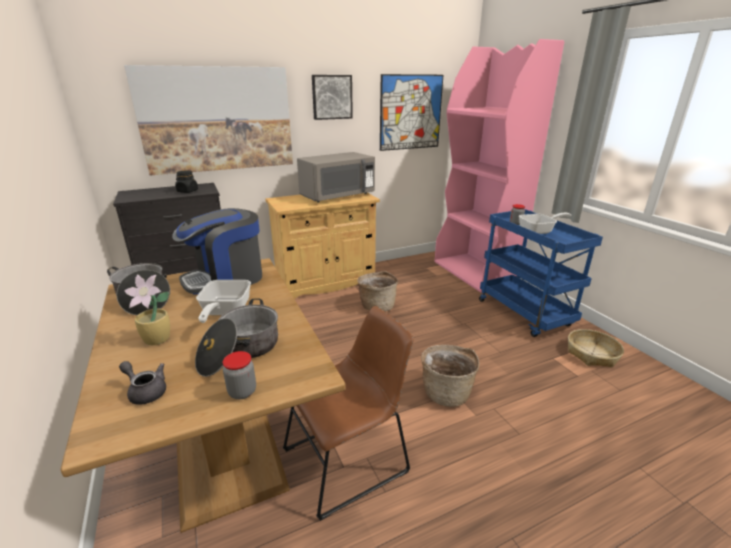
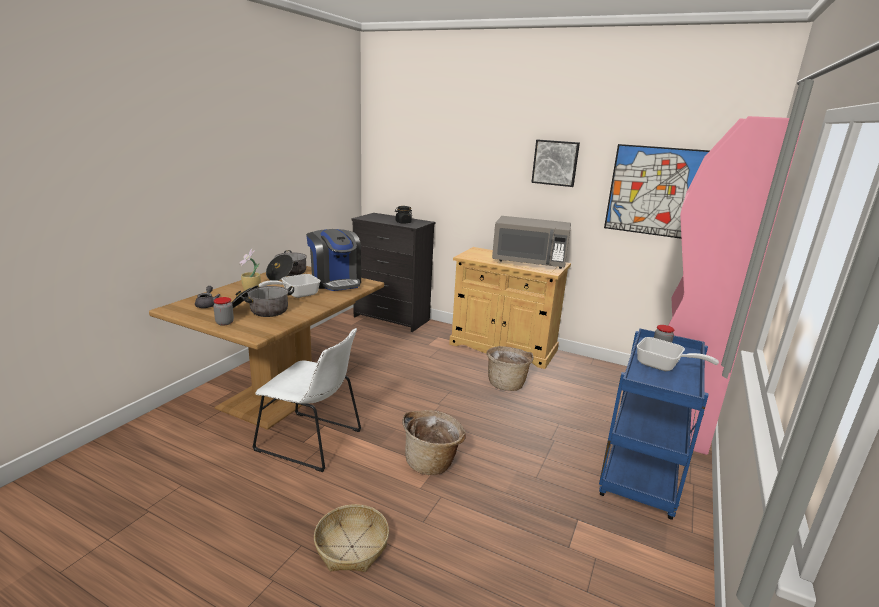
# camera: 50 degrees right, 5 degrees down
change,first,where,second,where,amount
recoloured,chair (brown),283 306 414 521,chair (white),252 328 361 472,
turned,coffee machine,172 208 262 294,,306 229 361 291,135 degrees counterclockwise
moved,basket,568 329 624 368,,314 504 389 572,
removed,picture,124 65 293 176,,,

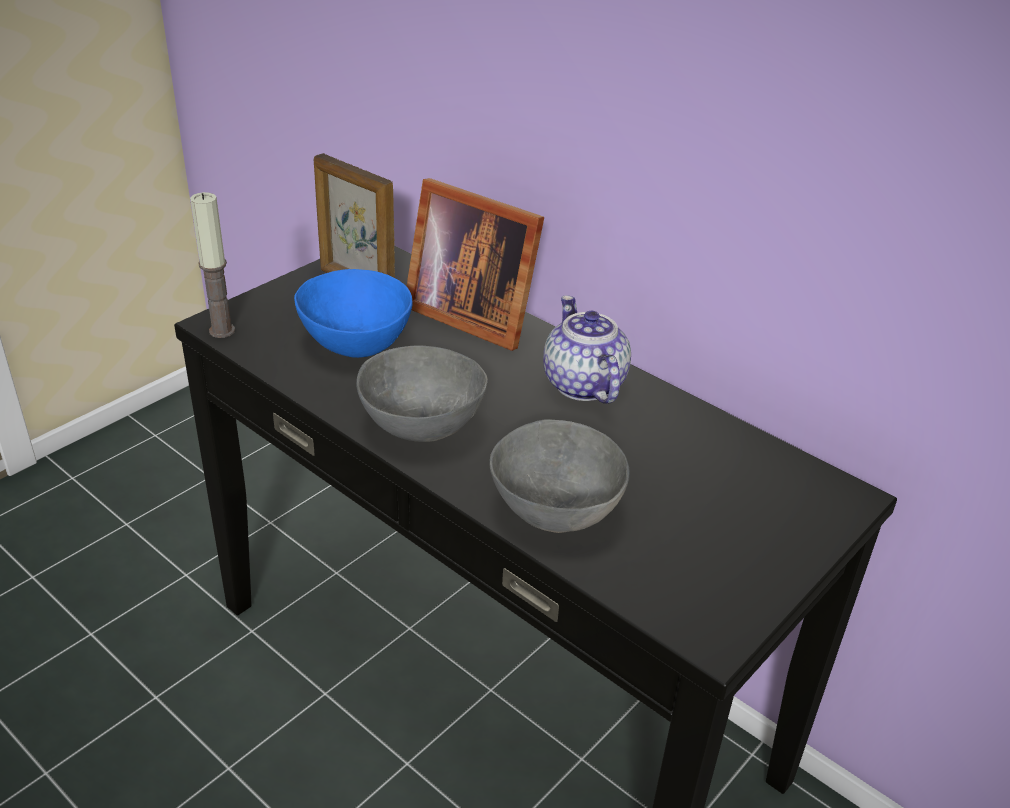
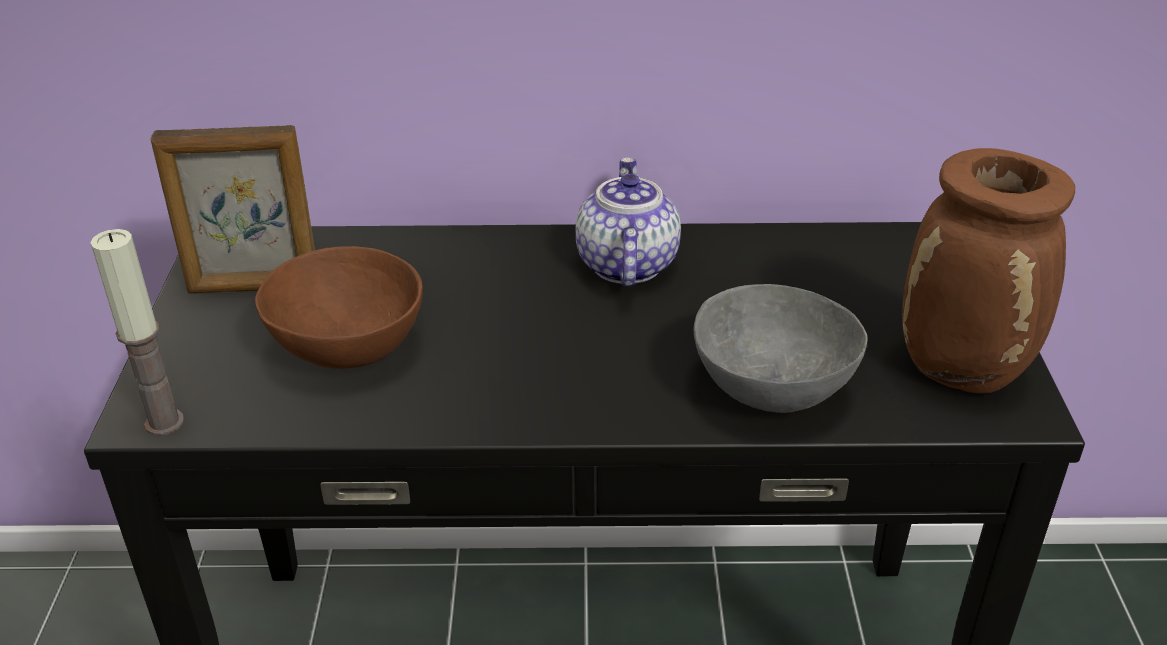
# camera: 40 degrees left, 0 degrees up
change,first,where,second,where,amount
recoloured,bowl (blue),294 269 412 358,bowl (brown),255 246 423 369,
turned,teapot,543 295 631 404,,575 157 681 287,60 degrees clockwise
added,,,vase (brown),902 148 1075 394,
removed,bowl (grey),356 346 488 442,,,
removed,picture frame,407 178 544 351,,,

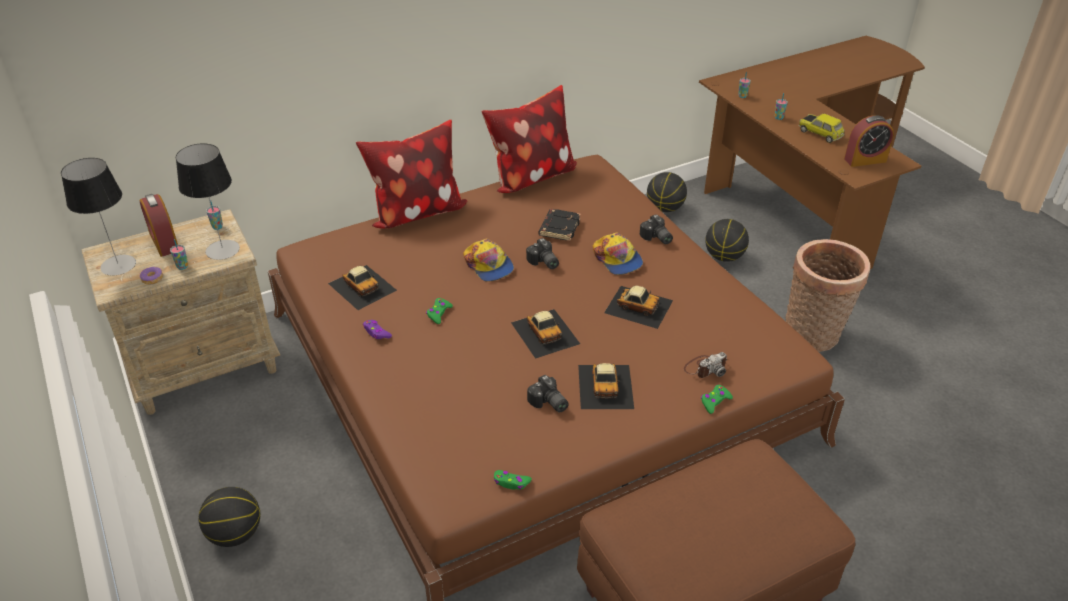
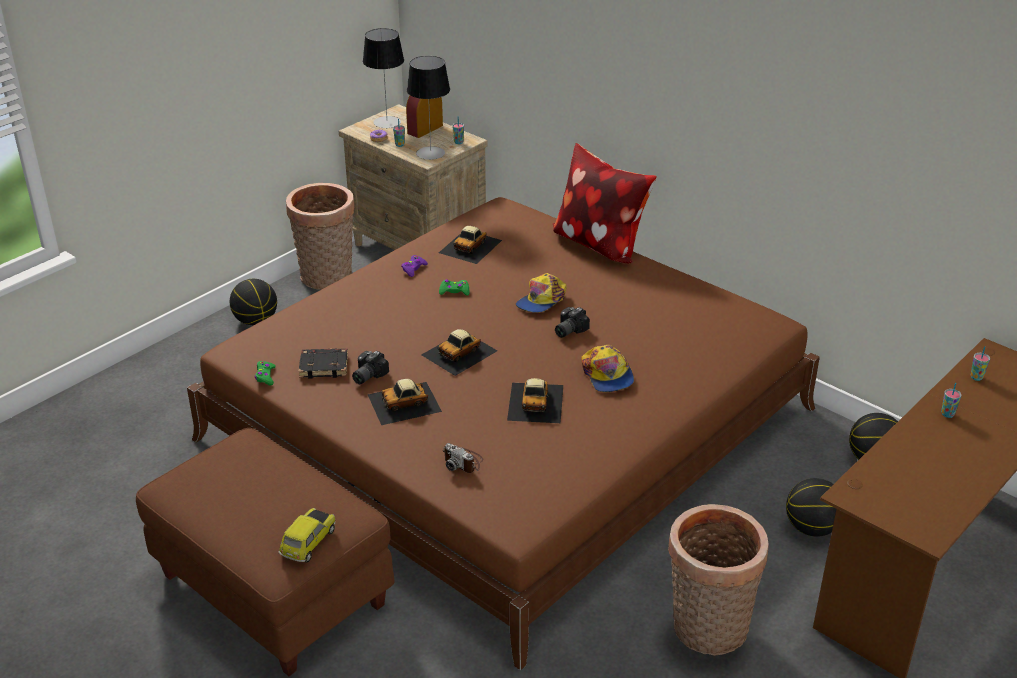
# camera: 70 degrees right, 5 degrees down
change,first,where,second,where,amount
moved,toy car,799 114 845 143,,279 508 335 563,
added,,,basket,286 183 355 290,
moved,book (black),539 209 581 241,,298 348 348 378,
turned,cap,593 232 643 275,,581 345 634 392,60 degrees counterclockwise
removed,pillow,481 85 577 193,,,
removed,photo camera,640 214 673 244,,,
removed,game controller (green),701 385 733 414,,,
removed,alarm clock,844 116 894 167,,,

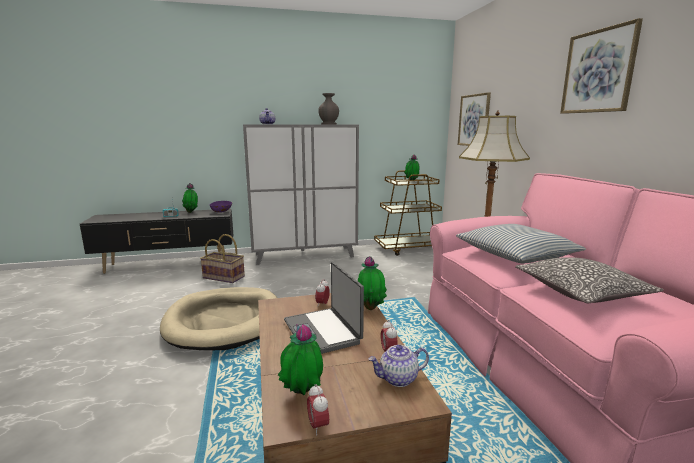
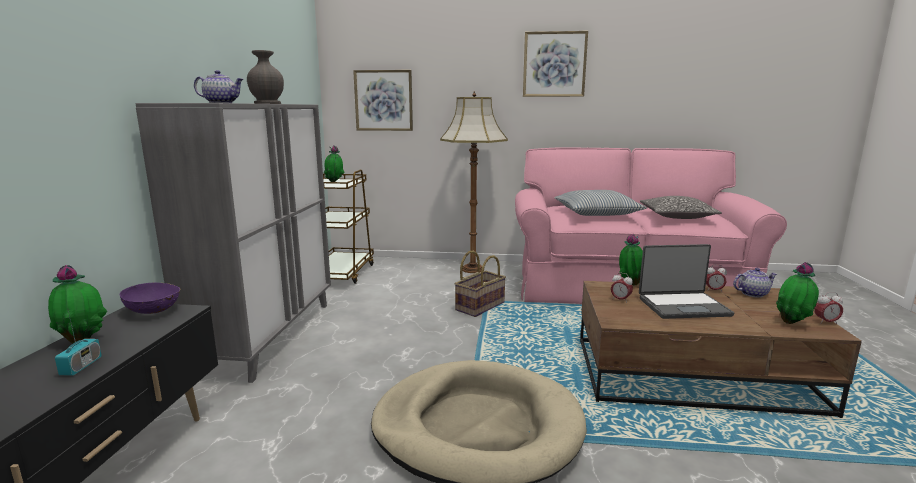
# camera: 70 degrees left, 0 degrees up
change,first,where,second,where,amount
moved,basket,200 234 245 283,,454 250 506 317,
turned,teapot,368 344 429 387,,733 268 777 298,105 degrees counterclockwise

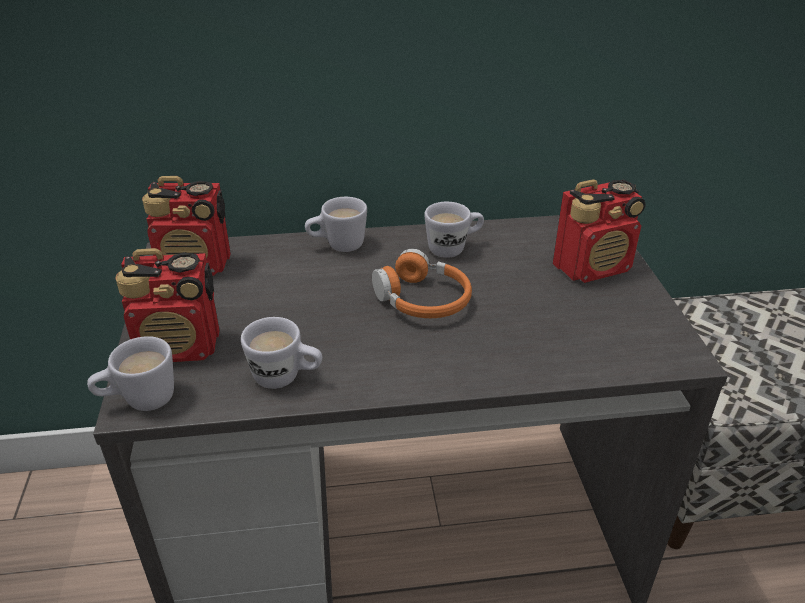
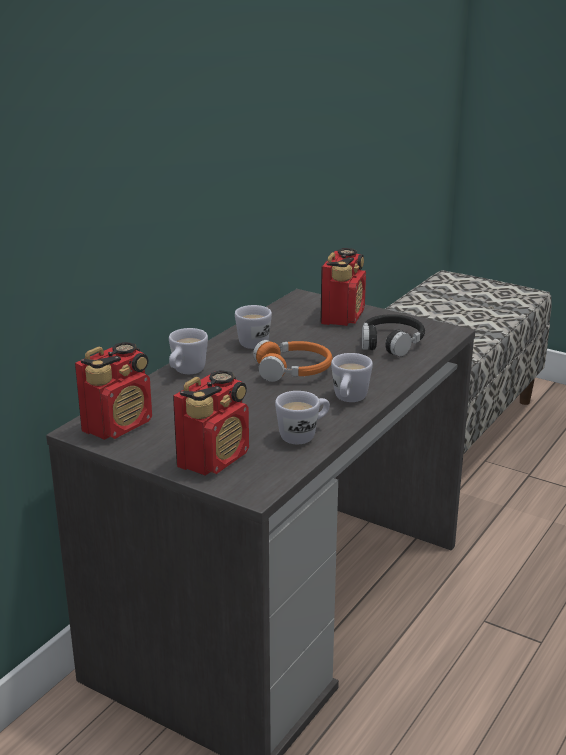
# camera: 50 degrees left, 10 degrees down
change,first,where,second,where,amount
moved,mug (white),87 336 174 411,,331 353 373 402,
added,,,headphones (black),362 314 425 357,

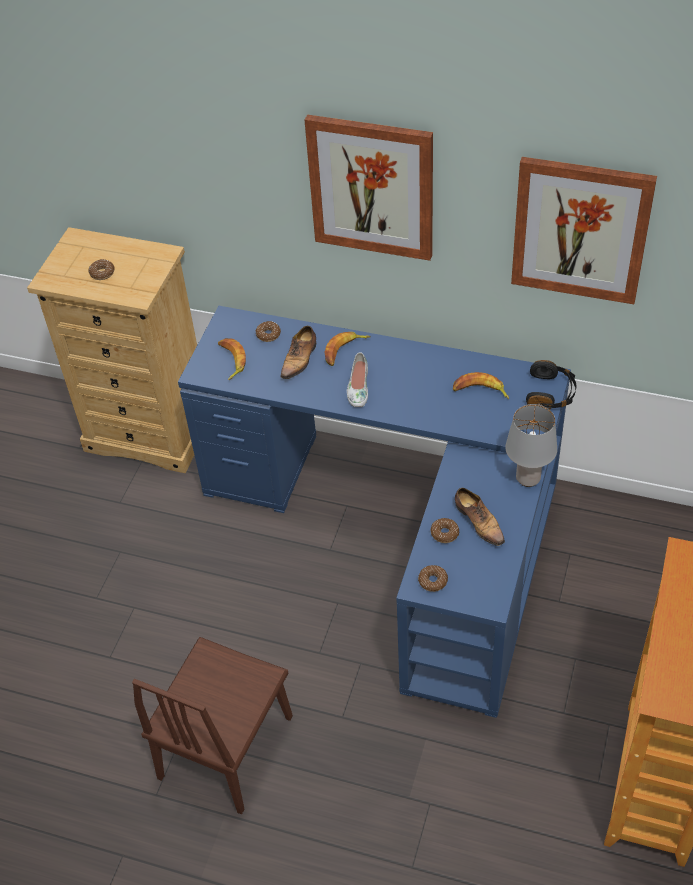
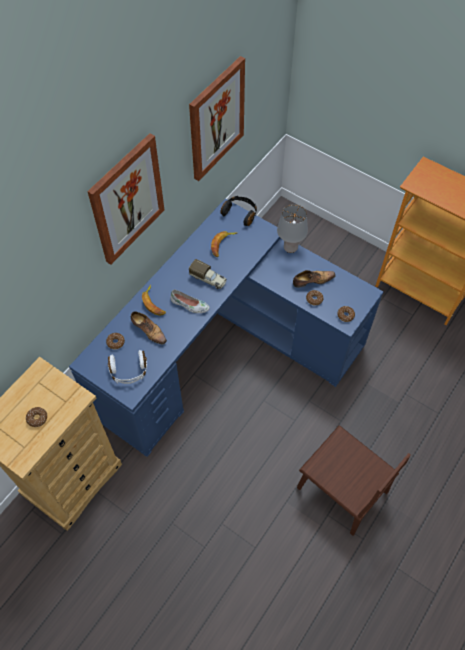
# camera: 75 degrees left, 10 degrees up
change,first,where,second,where,amount
replaced,banana,218 338 246 380,headphones (white),108 350 147 384,
added,,,toy truck,189 259 227 289,

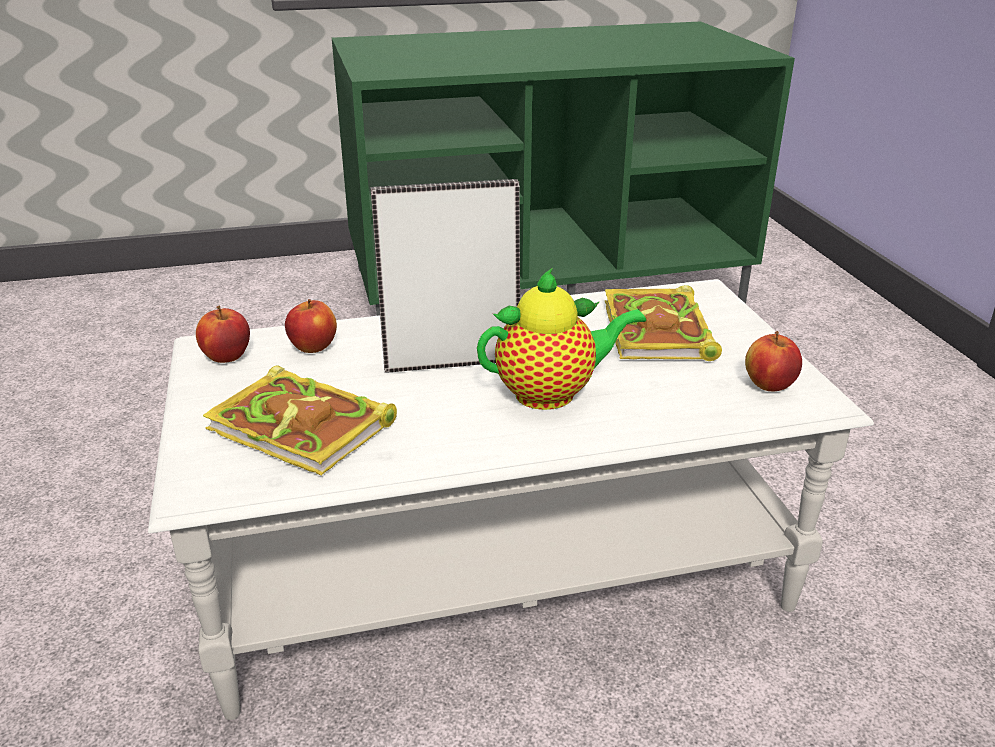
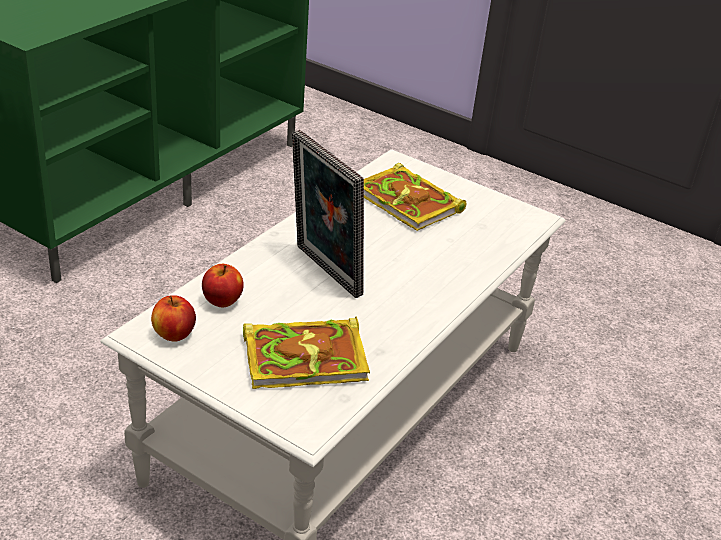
# camera: 45 degrees left, 5 degrees up
change,first,where,second,where,amount
turned,picture frame,370 179 520 372,,292 130 364 298,75 degrees counterclockwise
removed,teapot,477 269 646 410,,,
removed,apple,745 331 802 391,,,

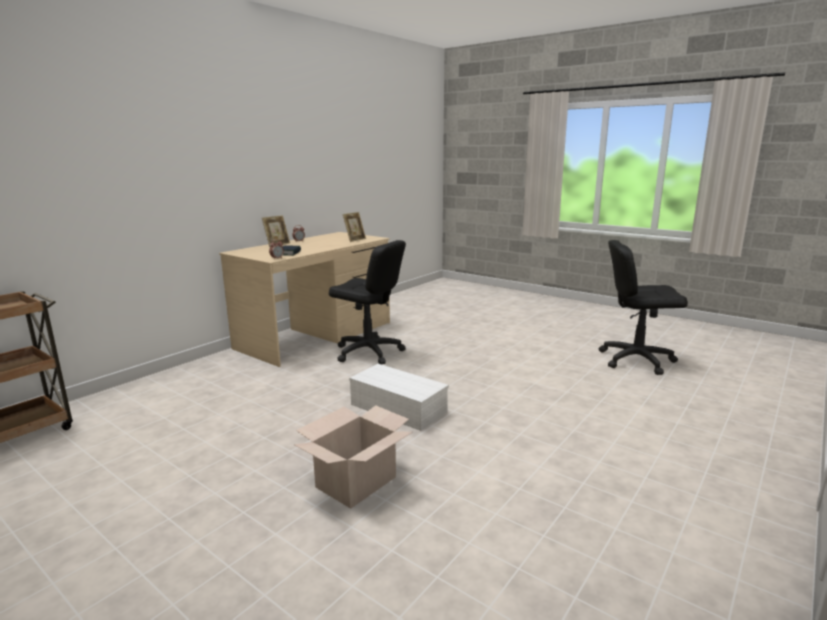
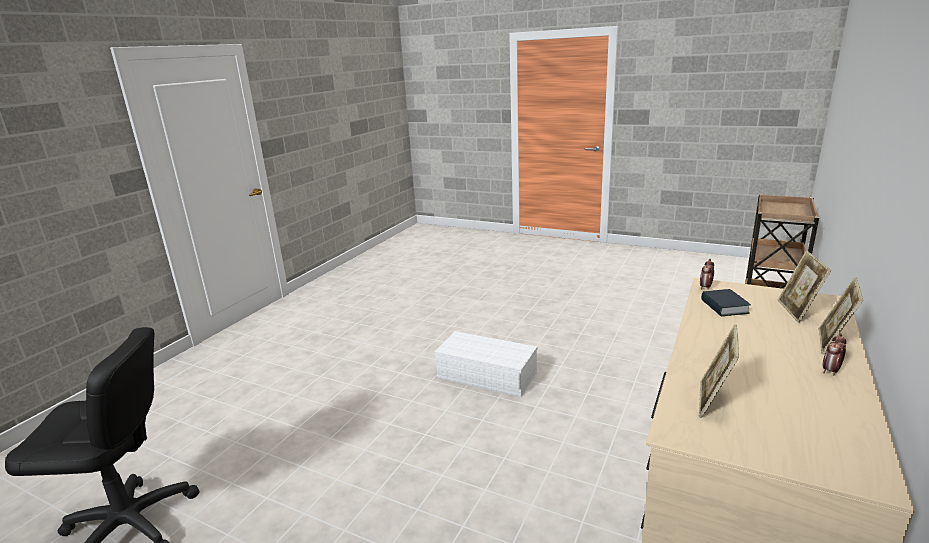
# camera: 170 degrees right, 5 degrees up
change,first,where,second,where,amount
added,,,picture frame,778 250 831 323,
removed,cardboard box,294 405 412 509,,,
removed,office chair (black),329 240 406 364,,,

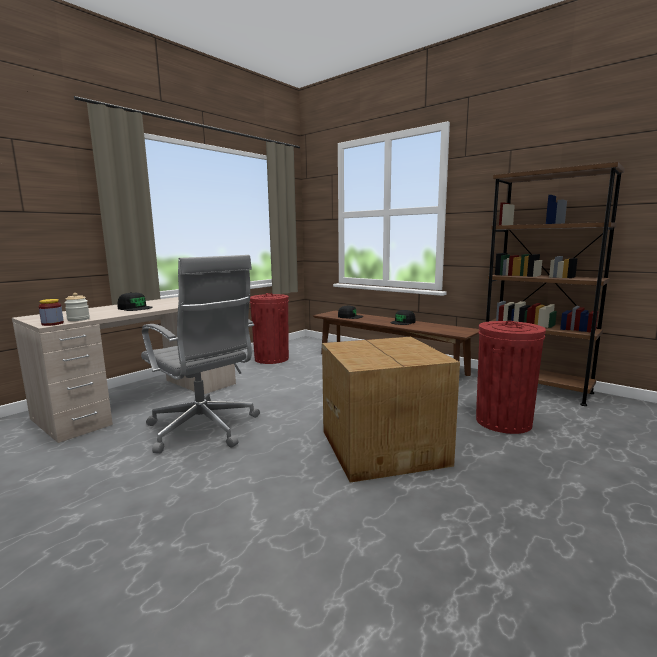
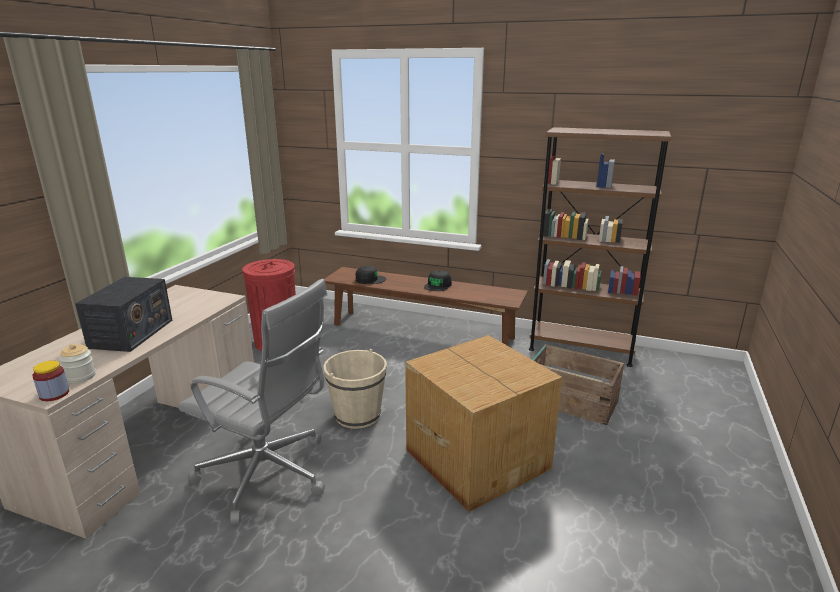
# camera: 20 degrees left, 10 degrees up
change,first,where,second,where,amount
replaced,cap (black),117 292 153 311,radio,75 277 172 352,
added,,,bucket (beige),324 349 387 429,
replaced,trash can (red),476 321 546 434,crate,532 344 624 425,

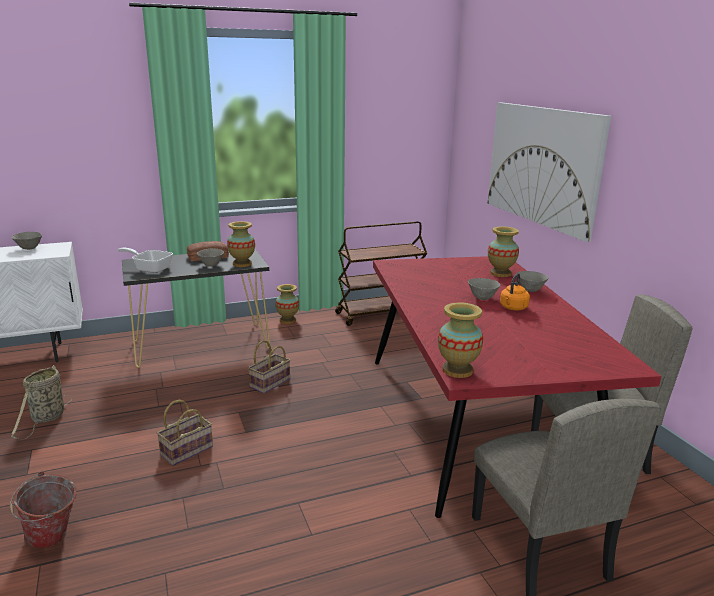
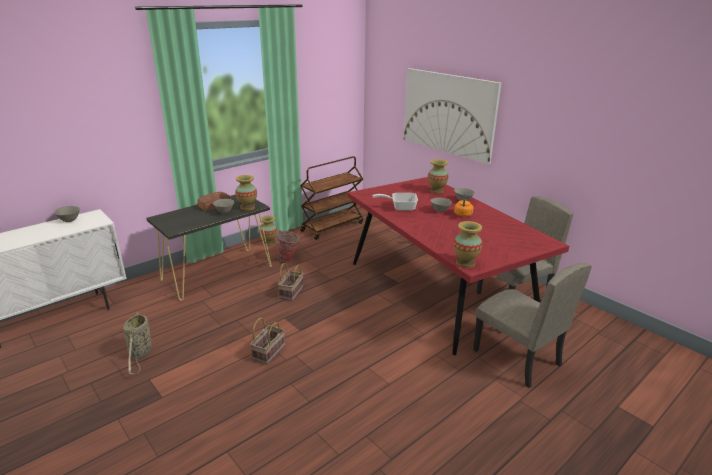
# camera: 20 degrees left, 5 degrees up
change,first,where,second,where,amount
moved,bucket,10 471 77 549,,275 230 300 262,
moved,frying pan,118 247 173 273,,373 193 418 211,

